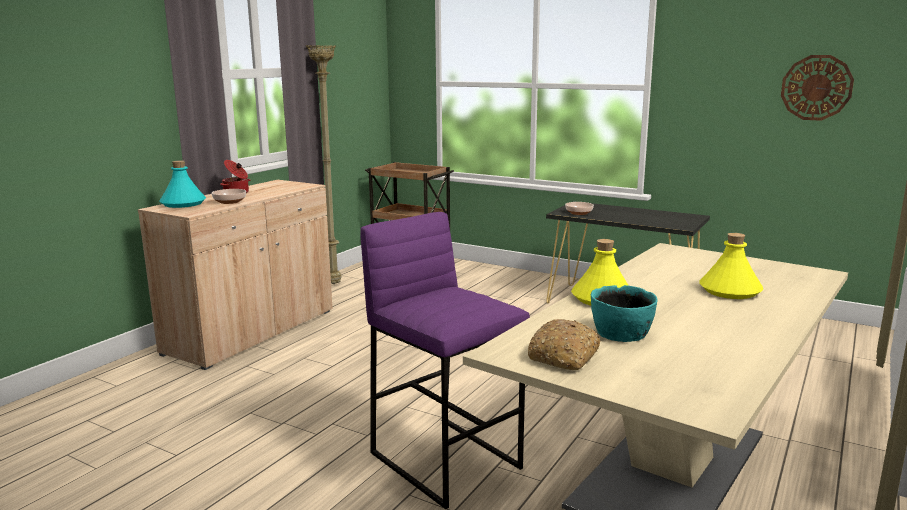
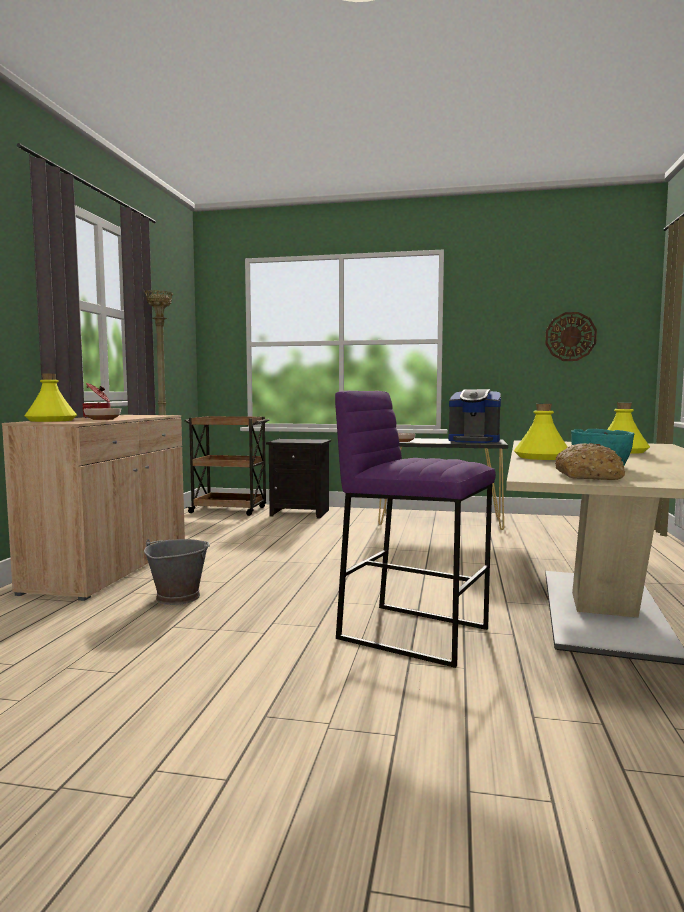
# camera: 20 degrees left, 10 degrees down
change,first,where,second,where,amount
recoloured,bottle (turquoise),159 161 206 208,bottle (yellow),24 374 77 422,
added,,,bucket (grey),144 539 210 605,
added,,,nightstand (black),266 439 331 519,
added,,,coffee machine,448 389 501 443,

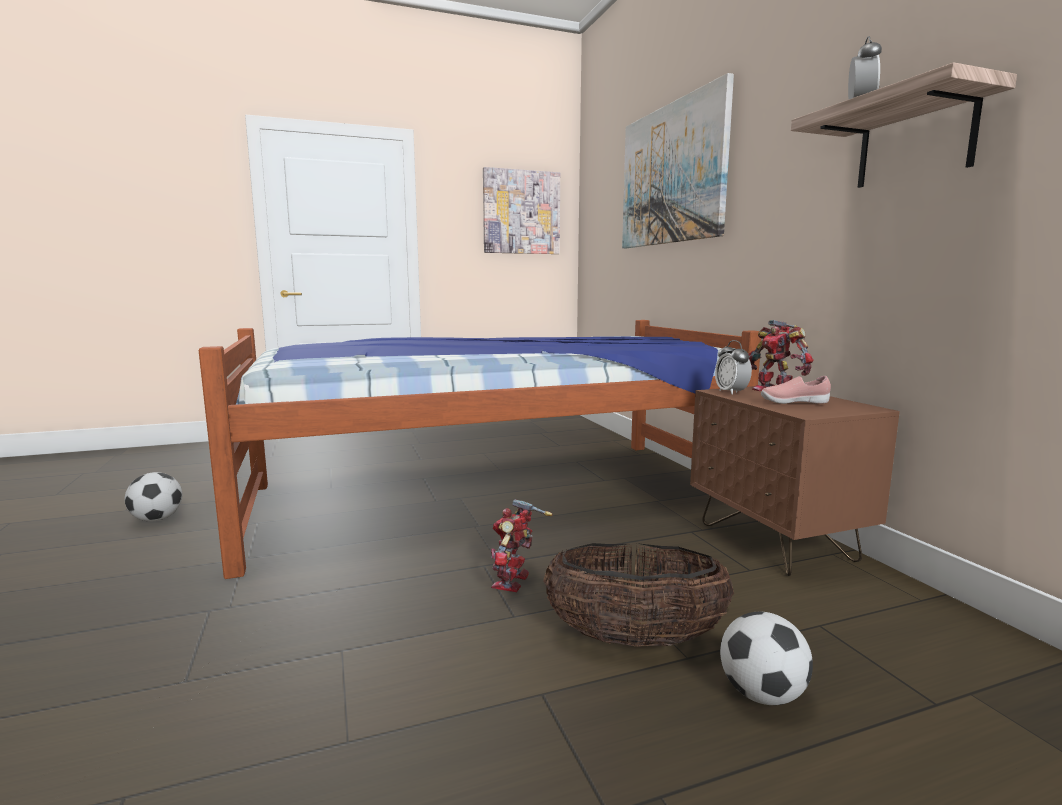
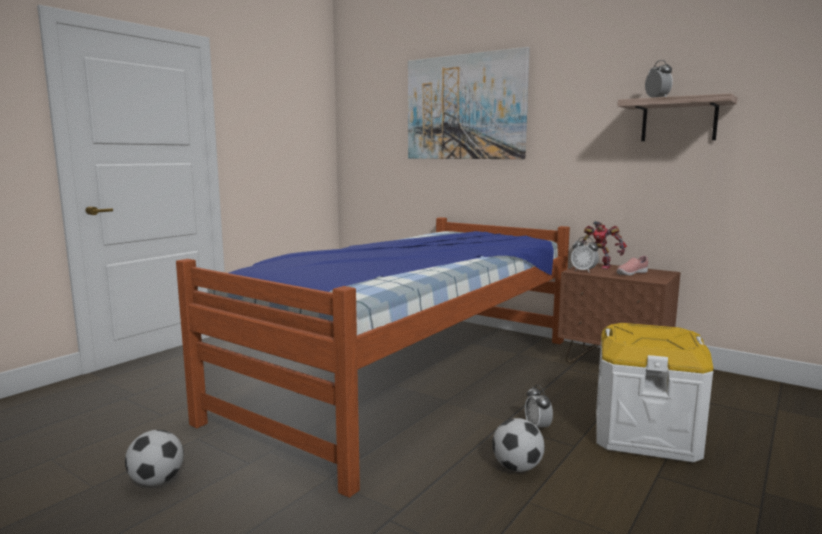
# camera: 35 degrees left, 0 degrees up
change,first,where,second,where,amount
moved,football,720 612 813 705,,492 418 545 472,
replaced,toy robot,491 499 553 592,alarm clock,525 385 553 428,
replaced,basket,543 543 734 647,storage box (white),596 323 714 462,
removed,picture,483 167 560 254,,,

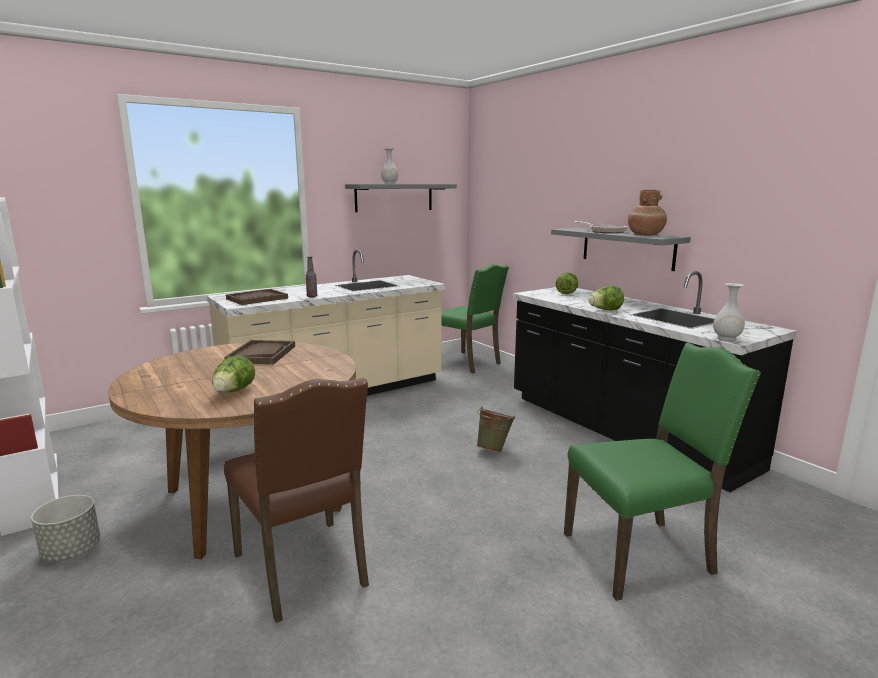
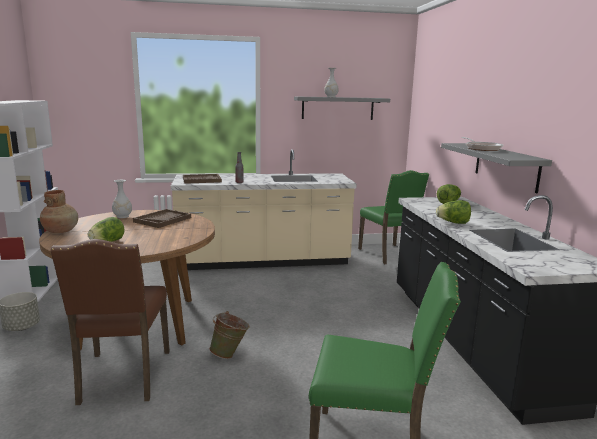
# camera: 25 degrees right, 0 degrees up
change,first,where,second,where,amount
moved,vase (brown),628 190 667 235,,40 190 78 233,
moved,vase (white),713 283 745 341,,112 180 132 218,
moved,bucket (green),477 407 515 452,,209 311 250 359,

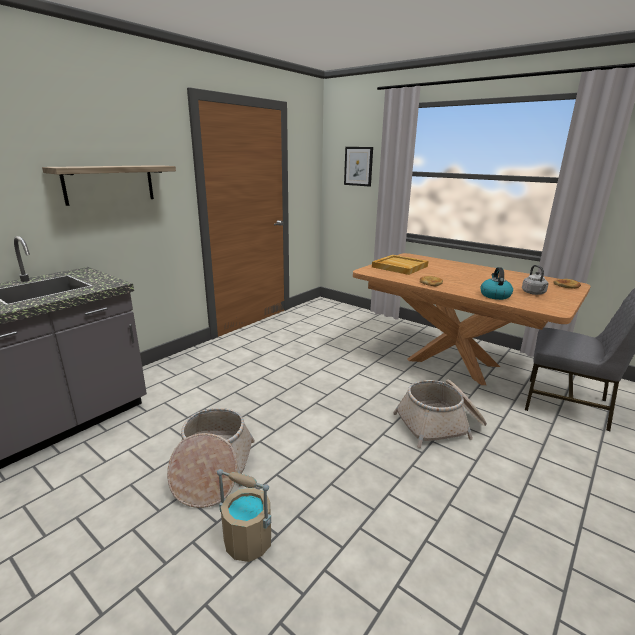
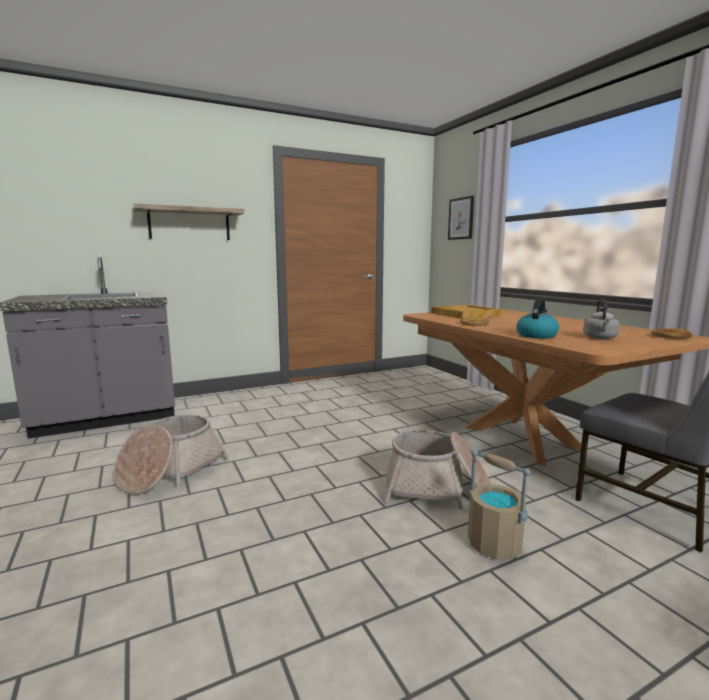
# camera: 25 degrees right, 10 degrees down
change,first,where,second,where,amount
moved,bucket (beige),217 469 271 562,,468 450 531 560,

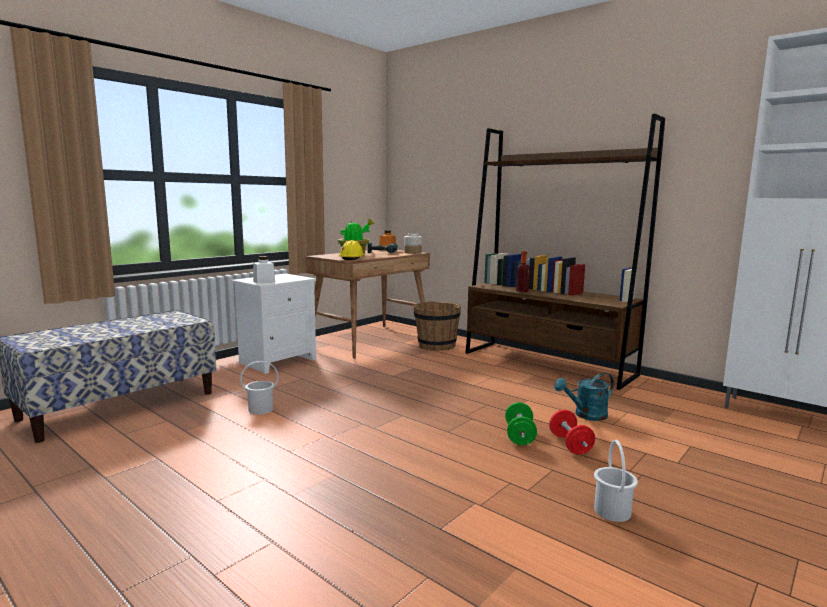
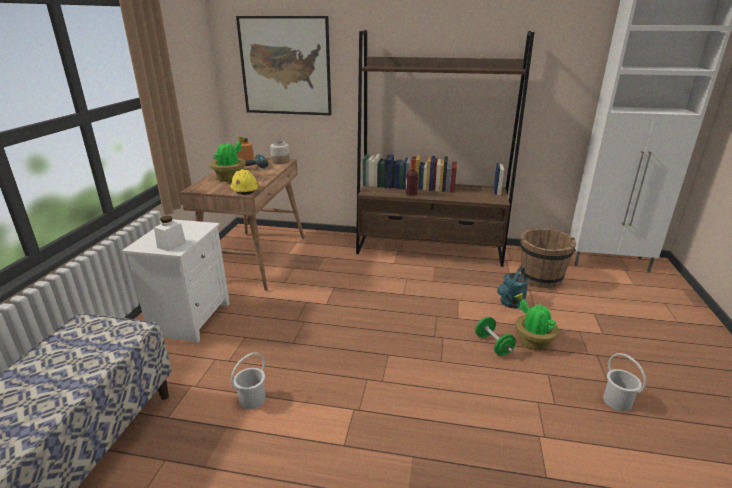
# camera: 30 degrees left, 15 degrees up
change,first,where,second,where,amount
added,,,picture,236 16 331 115,
replaced,dumbbell (red),549 410 595 455,potted plant,515 293 559 350,
moved,bucket (brown),414 302 461 351,,520 228 576 288,

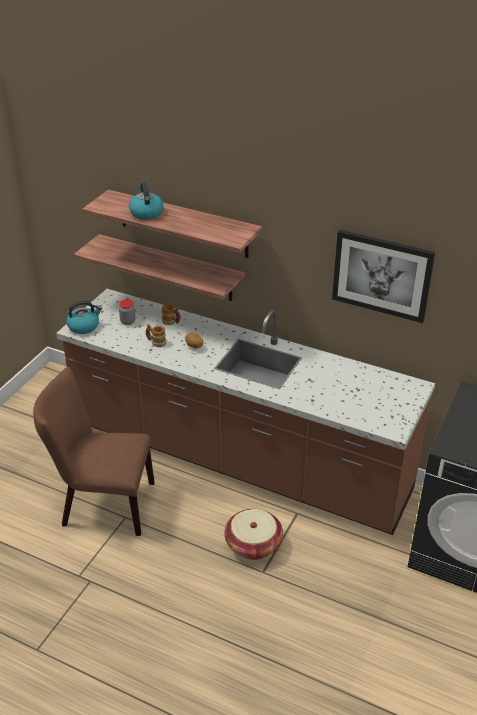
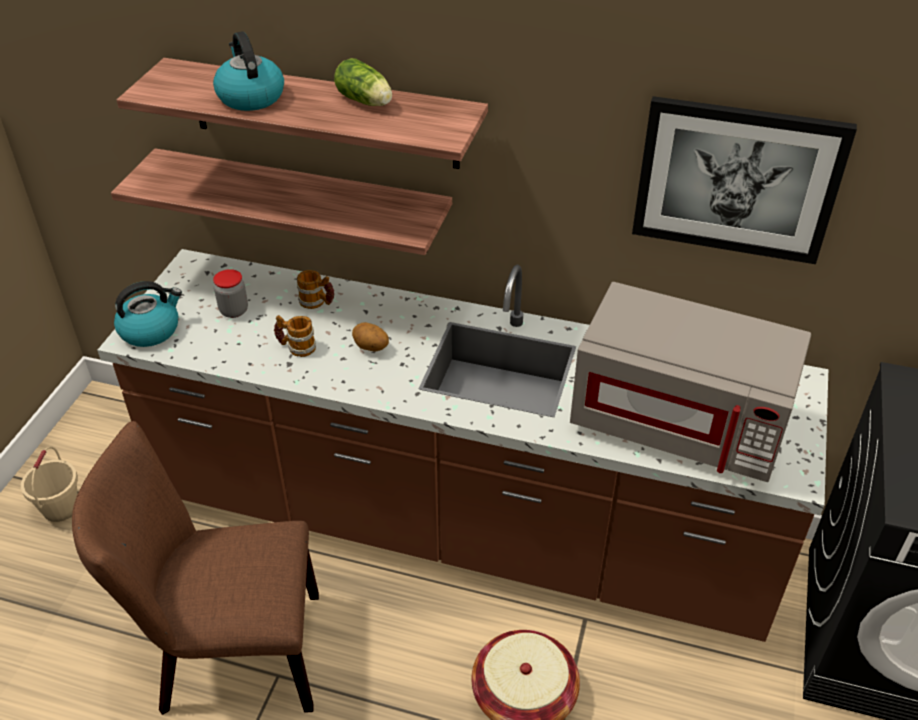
# camera: 10 degrees left, 5 degrees up
change,first,where,second,where,amount
added,,,bucket (beige),21 446 78 522,
added,,,lettuce,334 58 392 106,
added,,,microwave (grey),570 282 811 482,

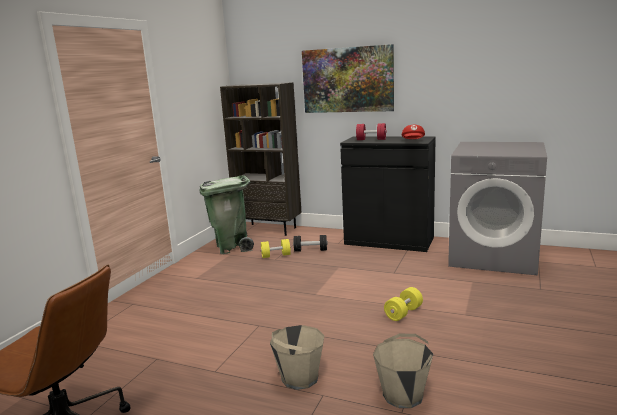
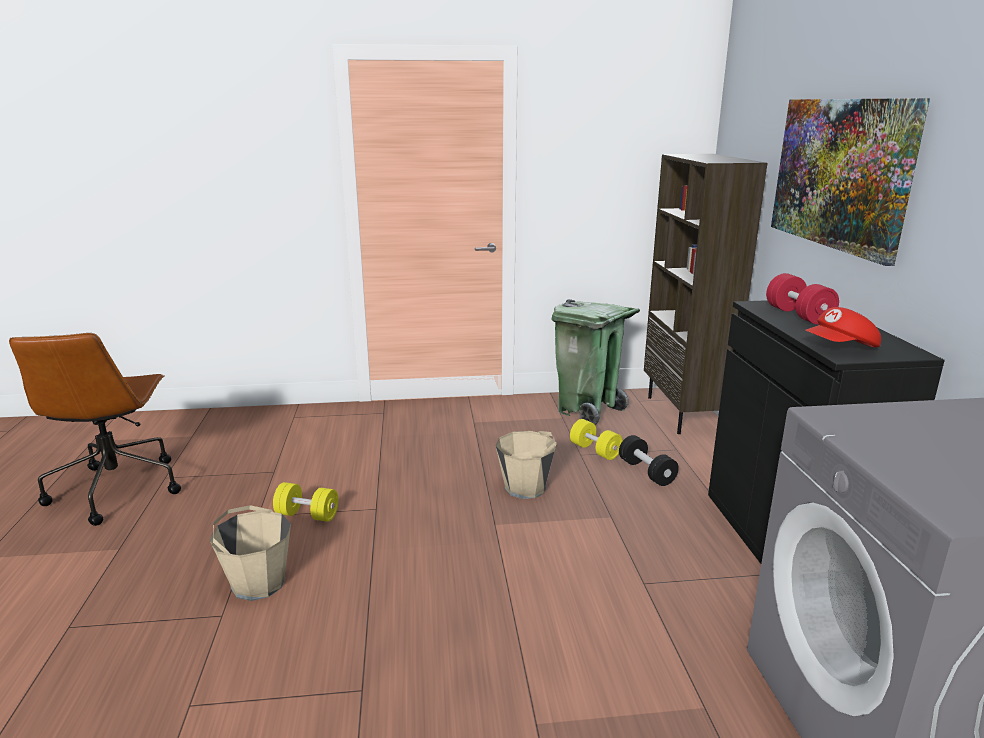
# camera: 60 degrees right, 5 degrees up
change,first,where,second,where,amount
moved,dumbbell (yellow),384 287 423 321,,273 482 338 522,
moved,bucket (beige),373 334 433 408,,496 431 557 499,

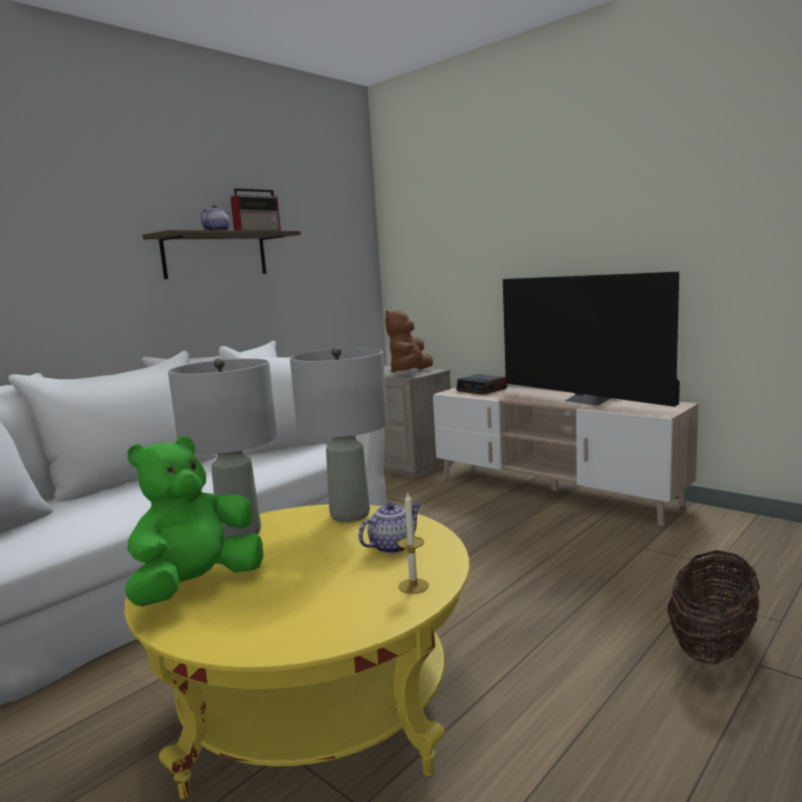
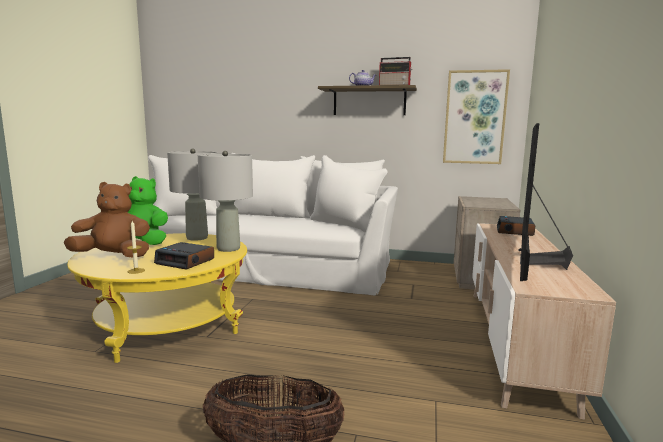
# camera: 60 degrees right, 0 degrees up
change,first,where,second,where,amount
moved,plush toy (brown),385 310 433 373,,63 182 150 258,
replaced,teapot,358 503 420 554,alarm clock,154 242 214 270,
added,,,picture,443 69 510 164,

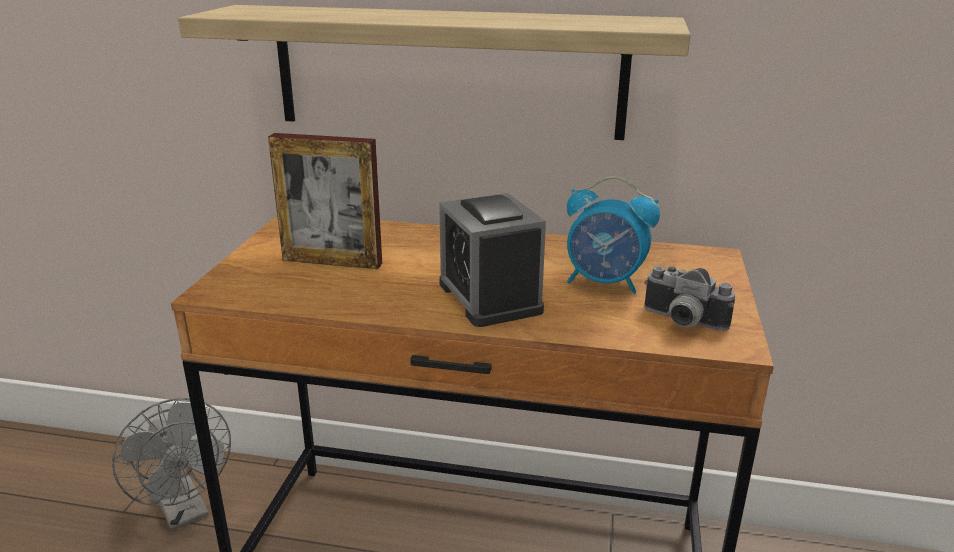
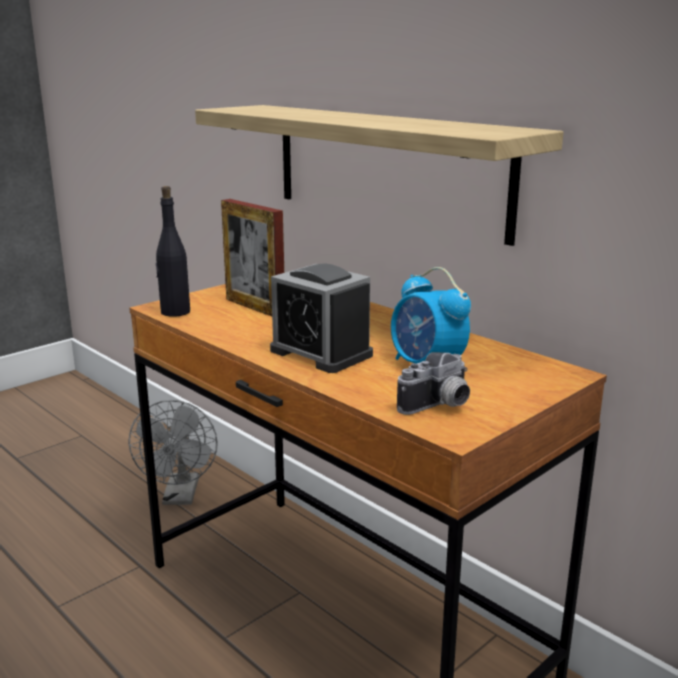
# camera: 35 degrees right, 5 degrees down
change,first,where,second,where,amount
added,,,bottle (black),155 186 190 317,
turned,alarm clock,439 193 546 327,,270 264 373 373,60 degrees counterclockwise
turned,photo camera,644 266 735 331,,397 352 470 415,105 degrees counterclockwise

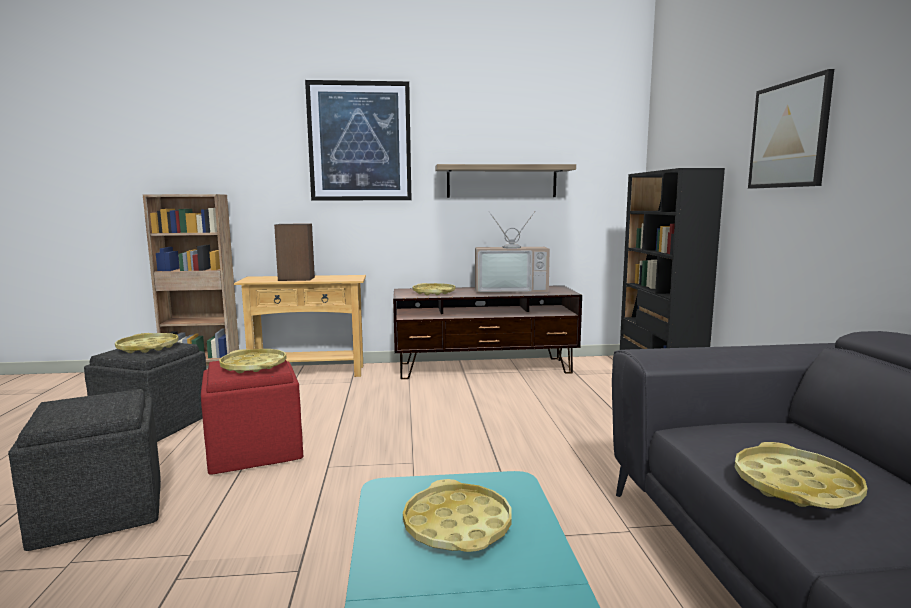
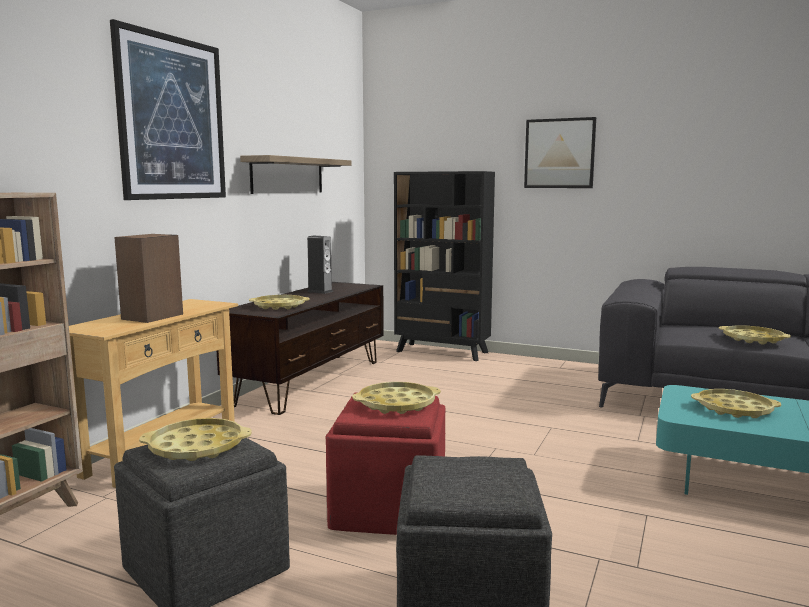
# camera: 60 degrees left, 0 degrees up
change,first,where,second,where,amount
replaced,television,475 212 550 293,speaker,307 236 333 294,

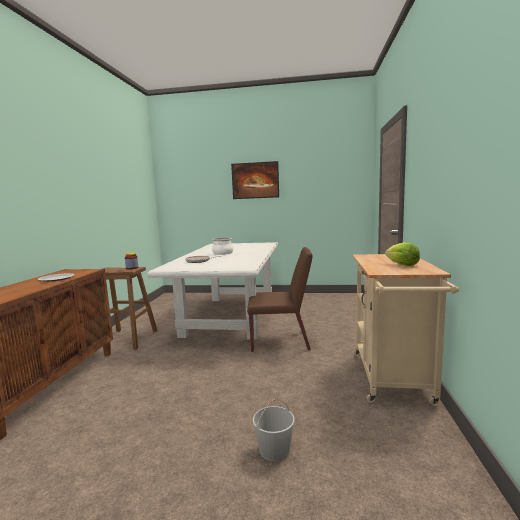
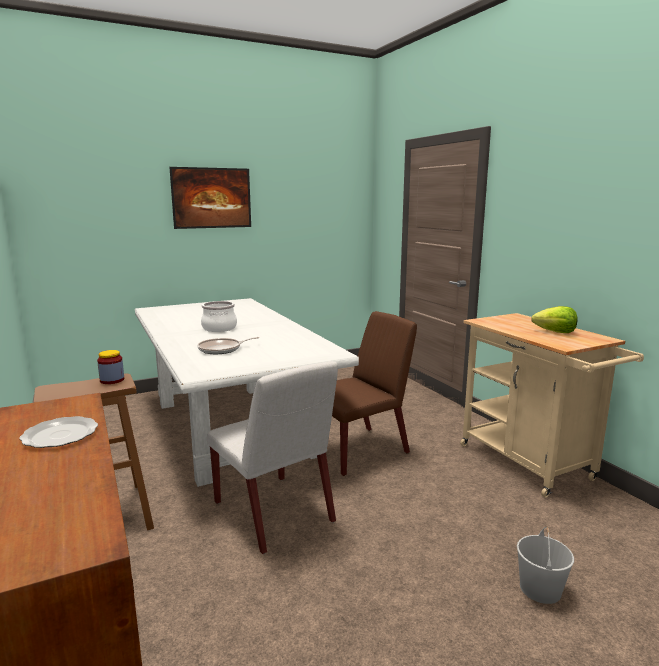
# camera: 35 degrees left, 5 degrees up
change,first,where,second,where,amount
added,,,chair (white),207 361 338 554,

